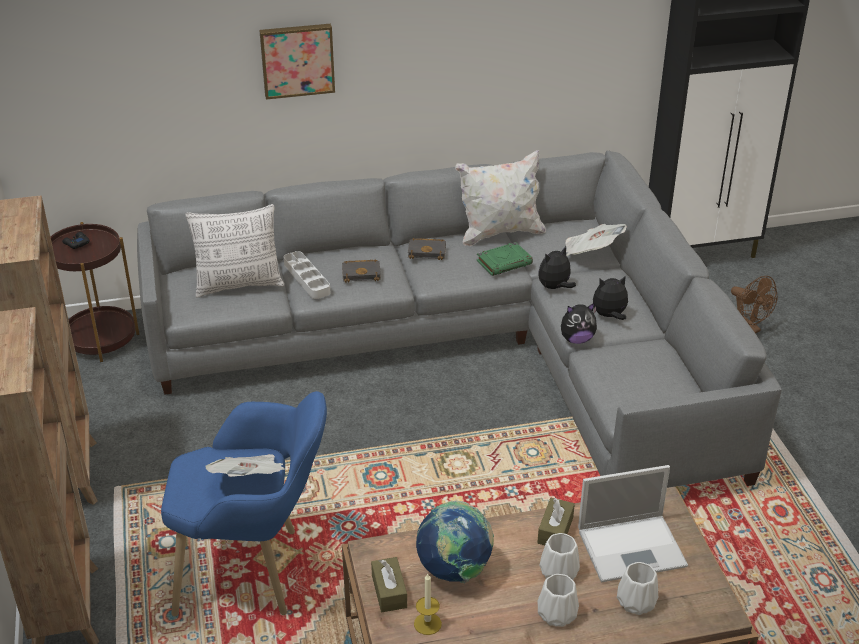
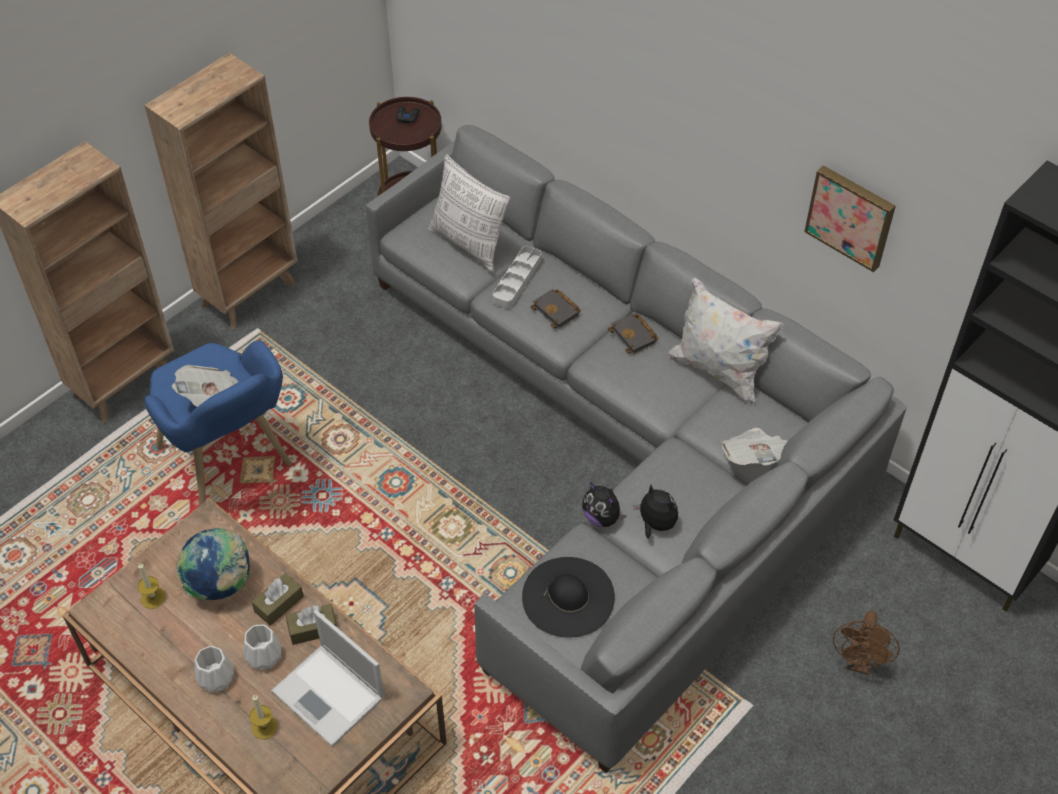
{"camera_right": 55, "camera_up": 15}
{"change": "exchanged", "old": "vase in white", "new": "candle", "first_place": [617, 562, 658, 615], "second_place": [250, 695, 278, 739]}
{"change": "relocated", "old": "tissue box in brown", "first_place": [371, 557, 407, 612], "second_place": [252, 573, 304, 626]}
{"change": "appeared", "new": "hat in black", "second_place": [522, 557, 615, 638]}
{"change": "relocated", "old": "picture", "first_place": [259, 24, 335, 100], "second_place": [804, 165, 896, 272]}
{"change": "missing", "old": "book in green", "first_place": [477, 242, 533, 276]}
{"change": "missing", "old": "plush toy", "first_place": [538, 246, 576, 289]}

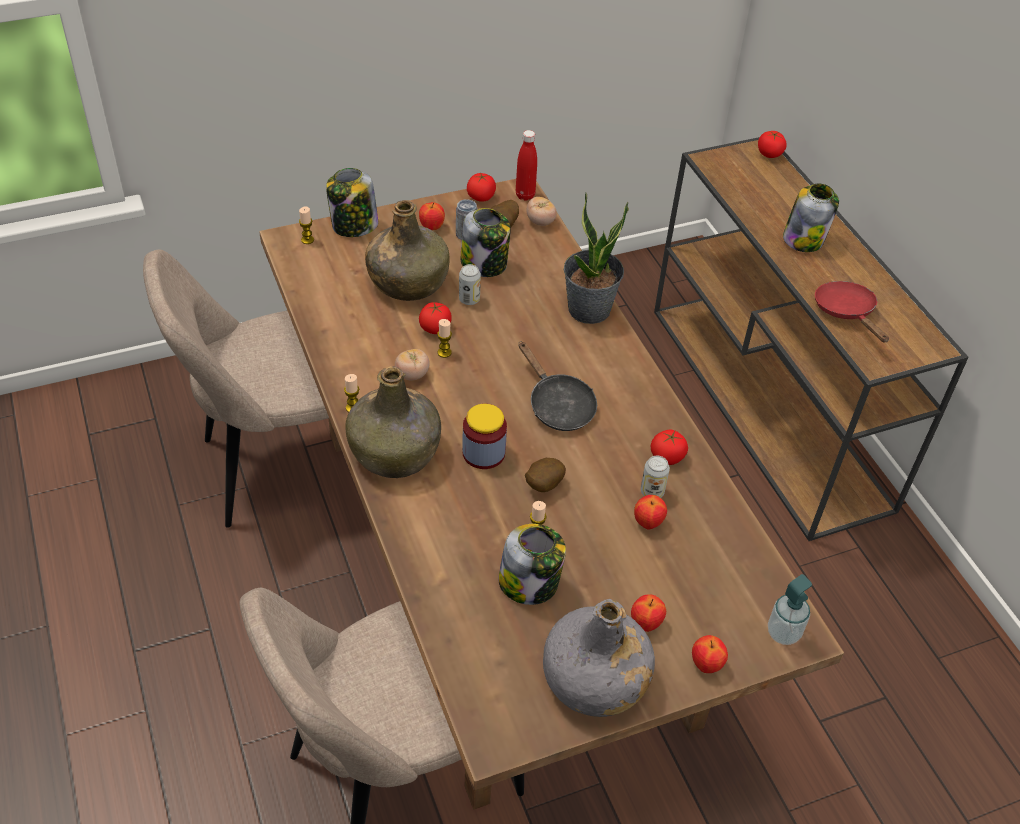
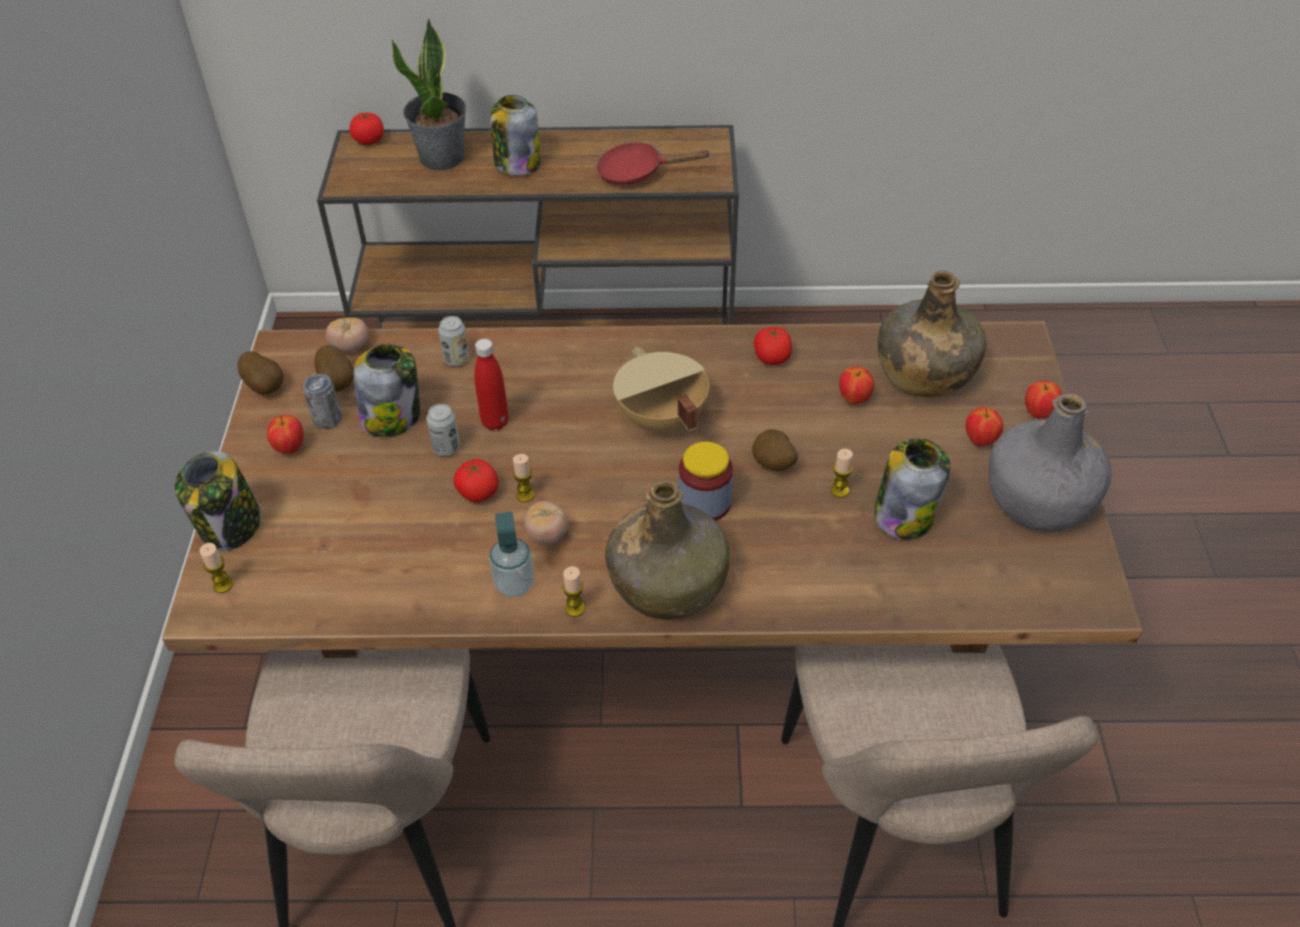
{"camera_right": -65, "camera_up": 0}
{"change": "exchanged", "old": "tomato", "new": "potato", "first_place": [467, 172, 496, 202], "second_place": [237, 351, 284, 395]}
{"change": "relocated", "old": "potted plant", "first_place": [564, 193, 629, 324], "second_place": [391, 19, 467, 170]}
{"change": "relocated", "old": "can", "first_place": [641, 456, 670, 498], "second_place": [438, 316, 470, 366]}
{"change": "relocated", "old": "bottle in red", "first_place": [516, 130, 537, 201], "second_place": [474, 339, 509, 430]}
{"change": "relocated", "old": "soap dispenser", "first_place": [768, 574, 812, 645], "second_place": [489, 512, 534, 597]}
{"change": "exchanged", "old": "frying pan in black", "new": "cooking pot in beige", "first_place": [519, 341, 597, 431], "second_place": [613, 348, 709, 433]}
{"change": "relocated", "old": "bottle in green", "first_place": [365, 200, 449, 301], "second_place": [878, 271, 986, 398]}

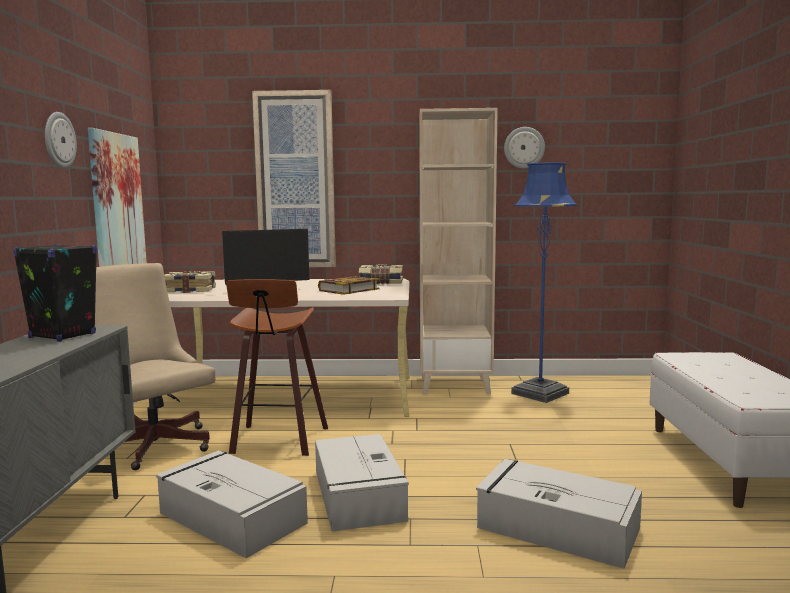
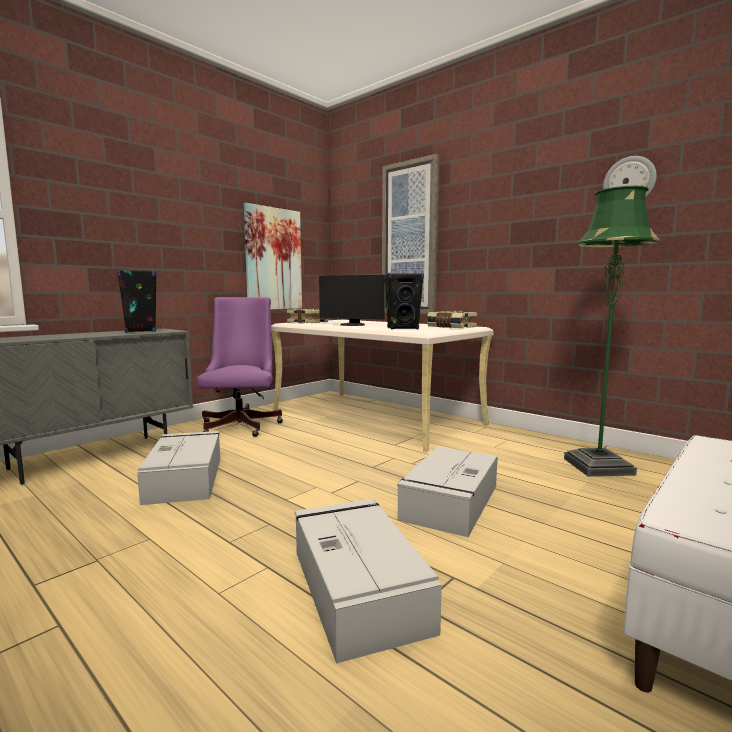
{"camera_right": 40, "camera_up": 0}
{"change": "colour", "old": "office chair in beige", "new": "office chair in purple", "first_place": [95, 263, 215, 470], "second_place": [197, 297, 283, 437]}
{"change": "exchanged", "old": "book", "new": "speaker in black", "first_place": [318, 276, 379, 295], "second_place": [384, 273, 424, 330]}
{"change": "relocated", "old": "storage box in grey", "first_place": [315, 434, 409, 532], "second_place": [397, 447, 497, 537]}
{"change": "colour", "old": "floor lamp in blue", "new": "floor lamp in green", "first_place": [511, 162, 577, 403], "second_place": [564, 186, 660, 477]}
{"change": "missing", "old": "wall clock", "first_place": [45, 112, 77, 169]}
{"change": "missing", "old": "stool", "first_place": [226, 279, 328, 456]}
{"change": "missing", "old": "bookcase in beige", "first_place": [419, 108, 498, 394]}

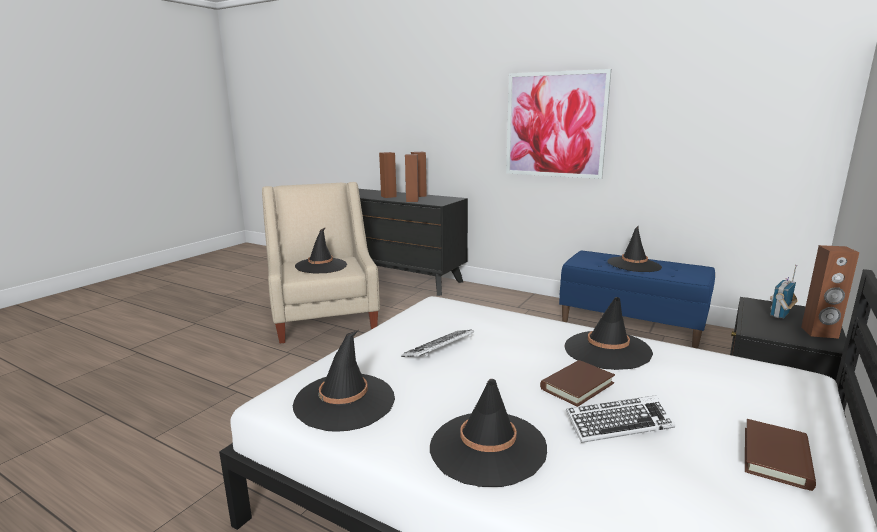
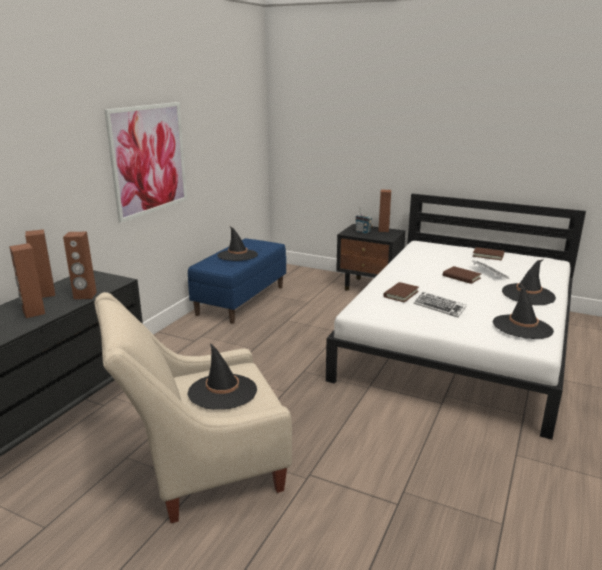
{"camera_right": -95, "camera_up": 5}
{"change": "appeared", "new": "book in brown", "second_place": [383, 282, 419, 302]}
{"change": "missing", "old": "hat in black", "first_place": [565, 297, 653, 370]}

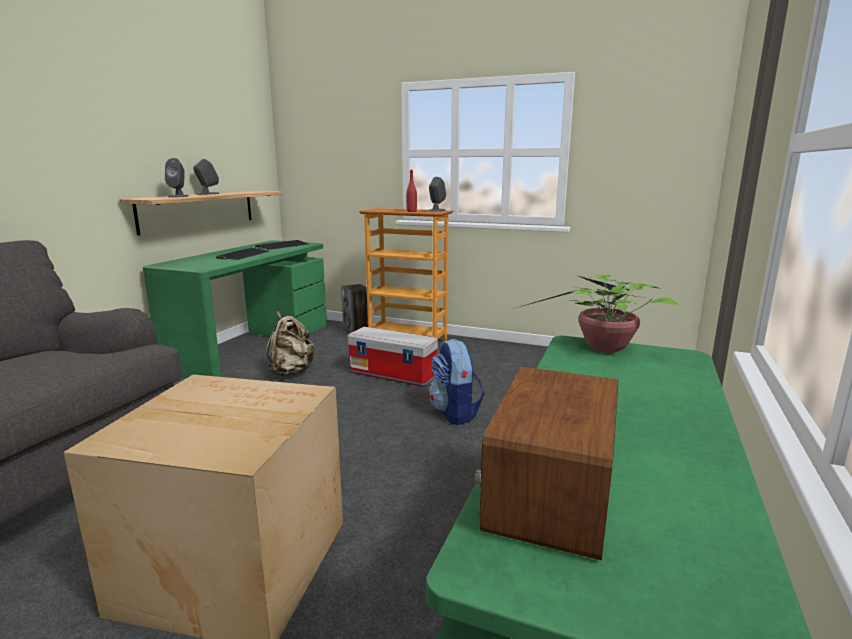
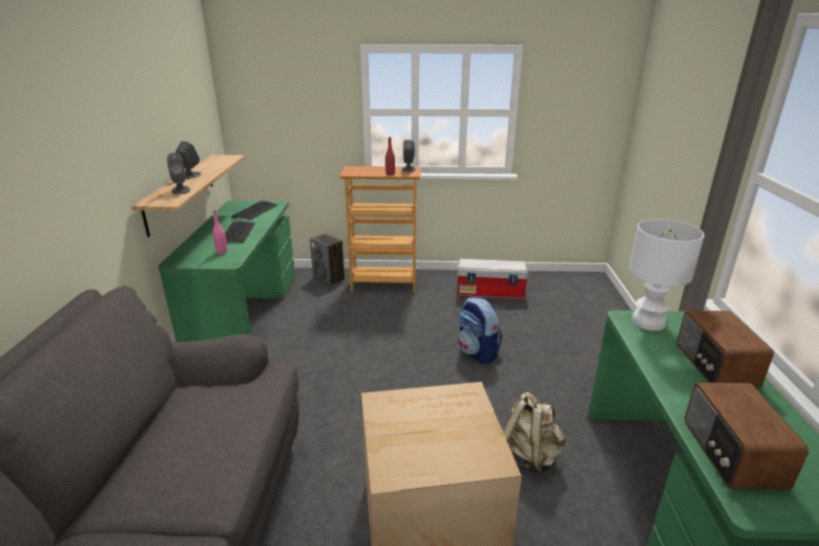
{"camera_right": -20, "camera_up": 10}
{"change": "appeared", "new": "bottle in pink", "second_place": [213, 211, 227, 254]}
{"change": "relocated", "old": "storage box", "first_place": [348, 327, 438, 387], "second_place": [457, 259, 528, 300]}
{"change": "relocated", "old": "backpack in beige", "first_place": [266, 311, 316, 376], "second_place": [503, 392, 566, 476]}
{"change": "exchanged", "old": "potted plant", "new": "table lamp in white", "first_place": [513, 275, 679, 353], "second_place": [629, 219, 704, 331]}
{"change": "appeared", "new": "radio", "second_place": [677, 311, 774, 387]}

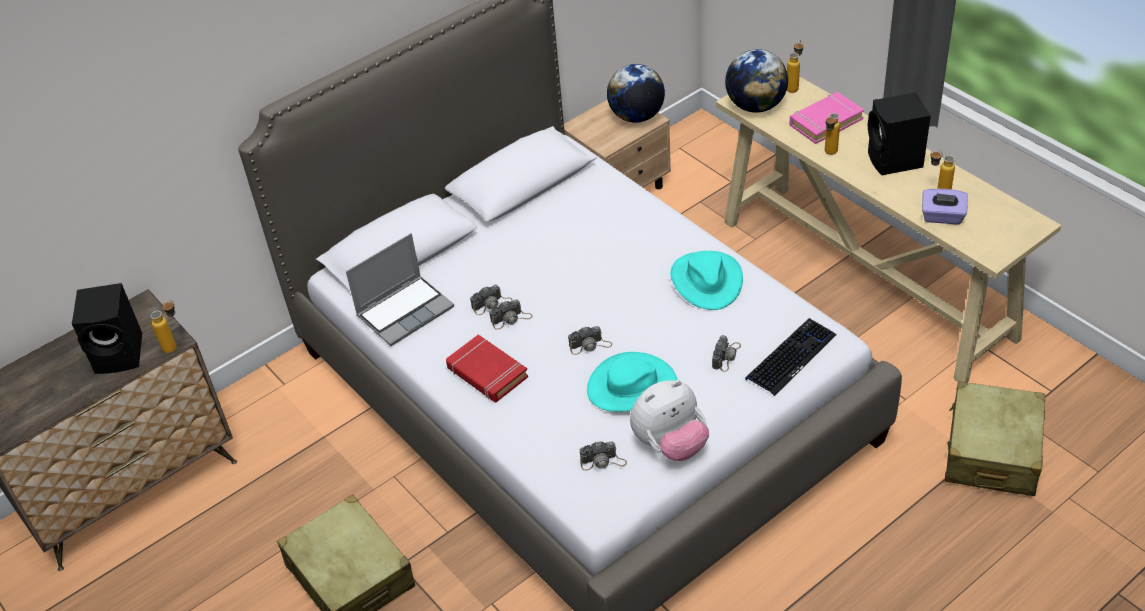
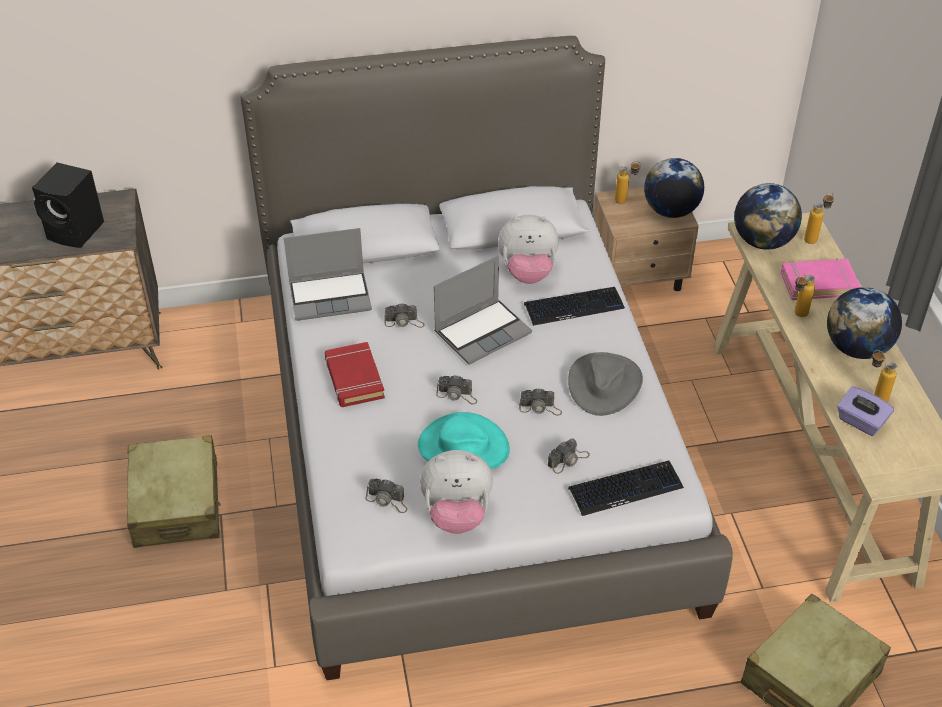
{"camera_right": 25, "camera_up": 0}
{"change": "appeared", "new": "laptop", "second_place": [434, 256, 532, 365]}
{"change": "appeared", "new": "plush toy", "second_place": [498, 215, 559, 284]}
{"change": "relocated", "old": "photo camera", "first_place": [489, 299, 533, 330], "second_place": [519, 388, 562, 416]}
{"change": "appeared", "new": "keyboard", "second_place": [524, 287, 625, 326]}
{"change": "colour", "old": "hat in turquoise", "new": "hat in grey", "first_place": [670, 251, 743, 310], "second_place": [568, 352, 643, 416]}
{"change": "relocated", "old": "bottle", "first_place": [150, 300, 177, 353], "second_place": [615, 161, 641, 204]}
{"change": "exchanged", "old": "speaker in black", "new": "globe", "first_place": [868, 93, 931, 175], "second_place": [827, 287, 902, 359]}

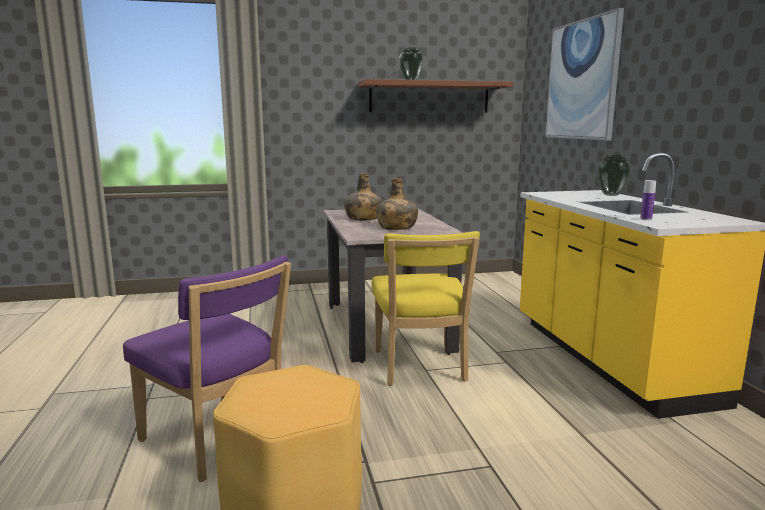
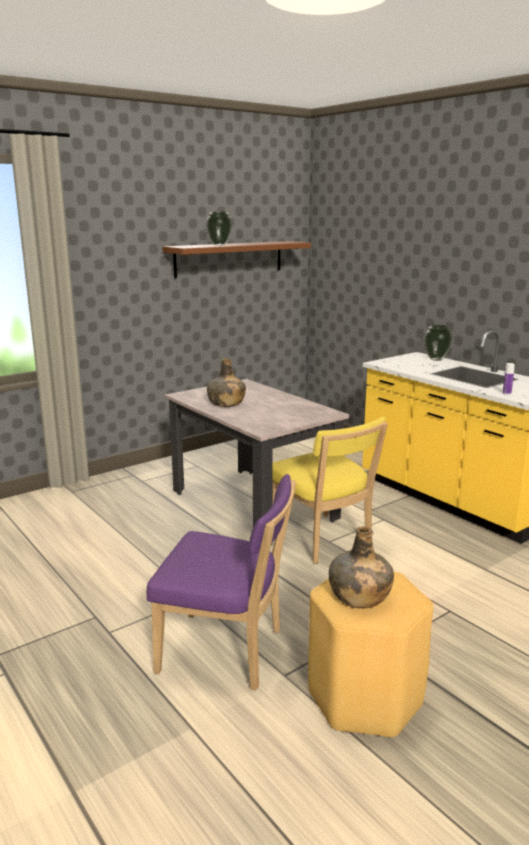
{"camera_right": -25, "camera_up": 5}
{"change": "relocated", "old": "bottle in green", "first_place": [376, 178, 418, 230], "second_place": [329, 526, 394, 608]}
{"change": "missing", "old": "picture", "first_place": [545, 8, 624, 141]}

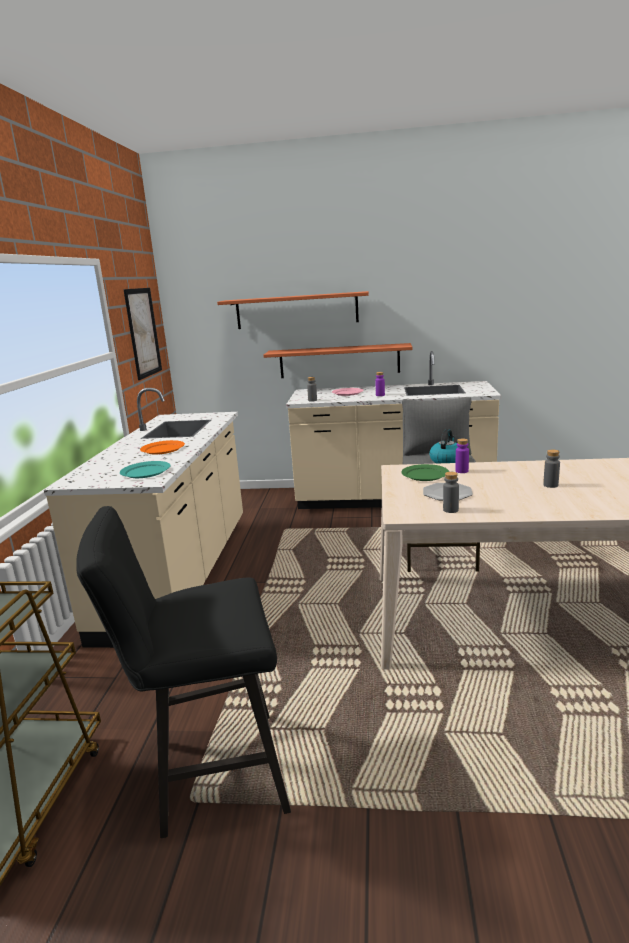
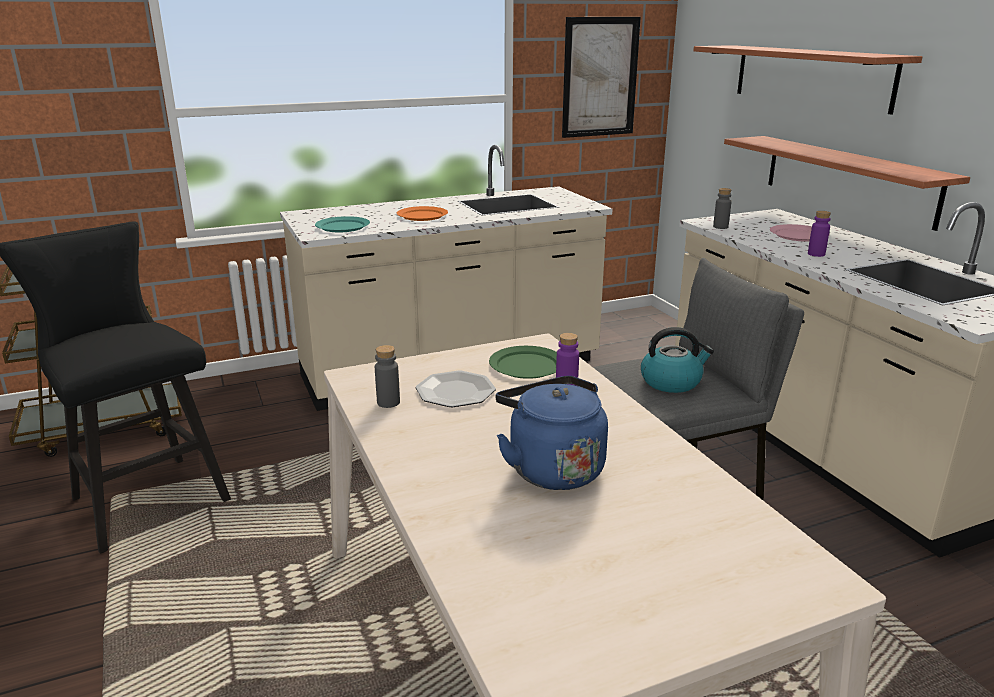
{"camera_right": 60, "camera_up": 5}
{"change": "exchanged", "old": "bottle in grey", "new": "kettle in blue", "first_place": [543, 450, 560, 488], "second_place": [496, 376, 608, 490]}

